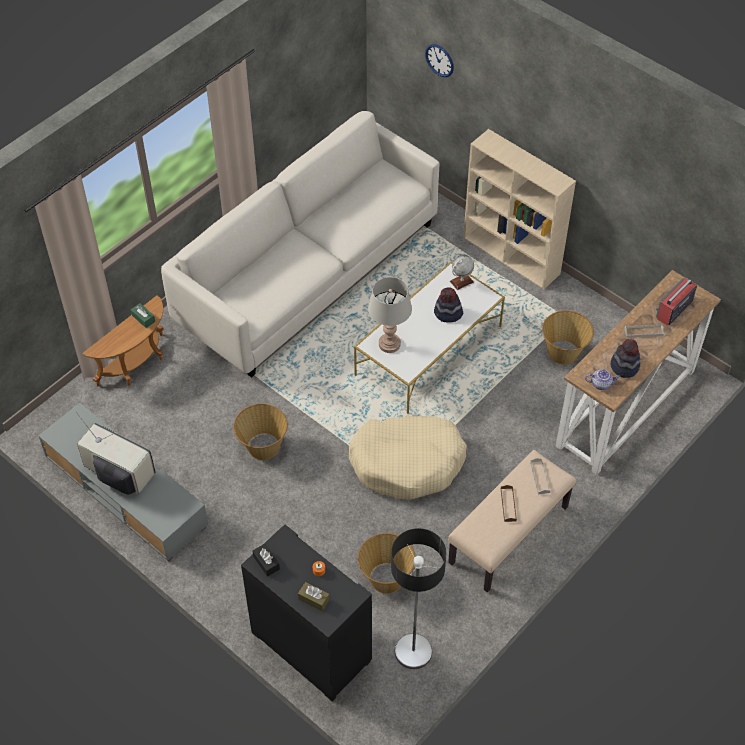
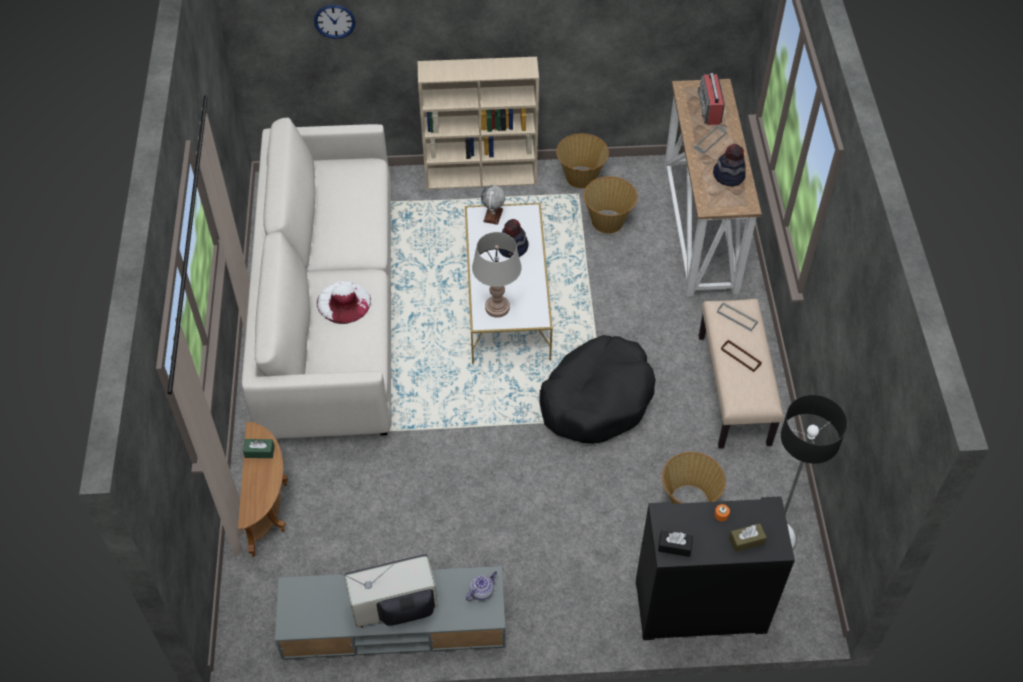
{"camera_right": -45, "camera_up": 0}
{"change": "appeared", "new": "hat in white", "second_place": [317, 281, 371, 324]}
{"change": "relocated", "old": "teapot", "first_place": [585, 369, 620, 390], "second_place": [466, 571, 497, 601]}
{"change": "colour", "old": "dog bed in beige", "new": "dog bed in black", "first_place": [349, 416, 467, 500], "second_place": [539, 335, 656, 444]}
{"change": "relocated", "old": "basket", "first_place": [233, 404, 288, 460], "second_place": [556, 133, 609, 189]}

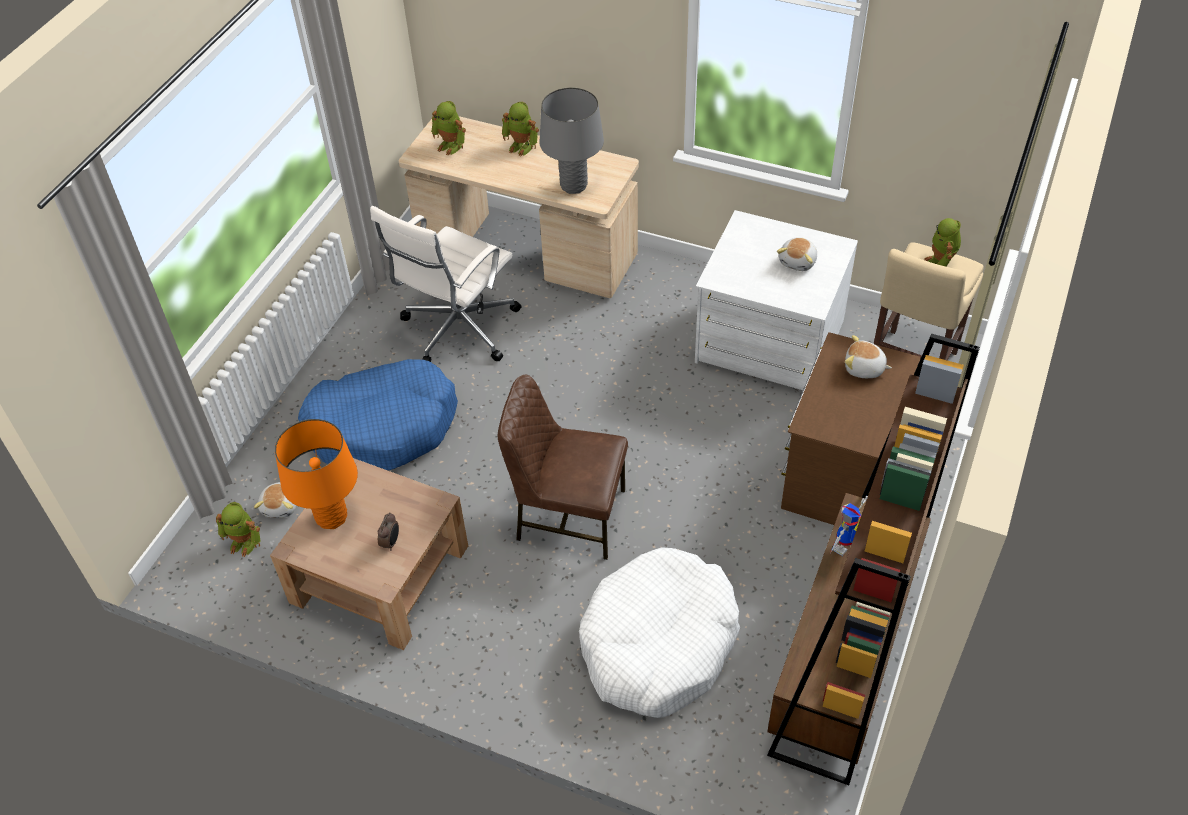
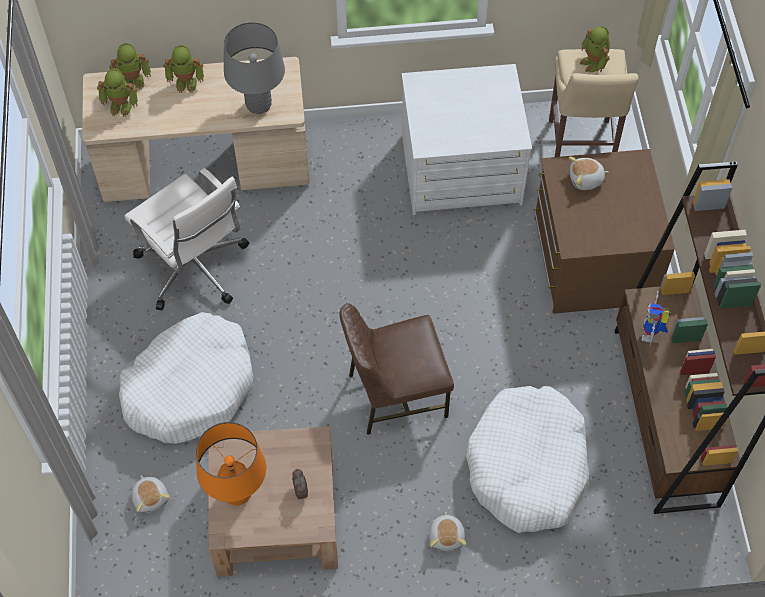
{"camera_right": -30, "camera_up": 10}
{"change": "relocated", "old": "toy robot", "first_place": [216, 502, 261, 557], "second_place": [109, 43, 151, 90]}
{"change": "colour", "old": "dog bed in blue", "new": "dog bed in white", "first_place": [298, 359, 458, 471], "second_place": [119, 312, 254, 444]}
{"change": "spun", "old": "office chair in white", "first_place": [370, 206, 522, 362], "second_place": [124, 168, 249, 311], "degrees": -45}
{"change": "relocated", "old": "plush toy", "first_place": [777, 238, 817, 271], "second_place": [429, 511, 466, 551]}

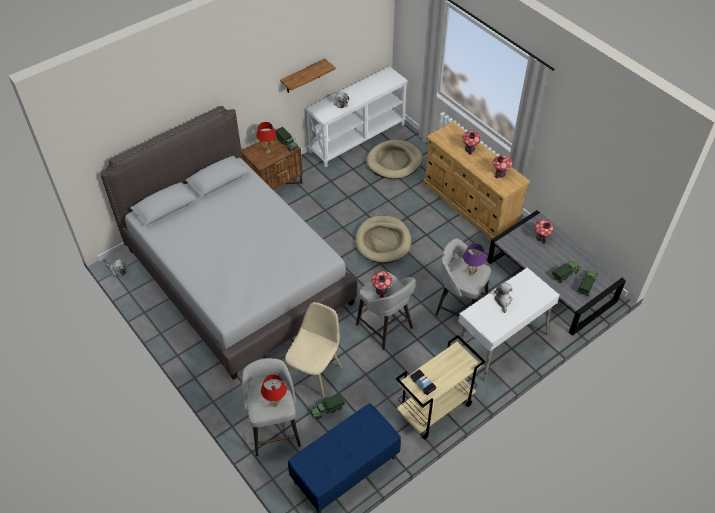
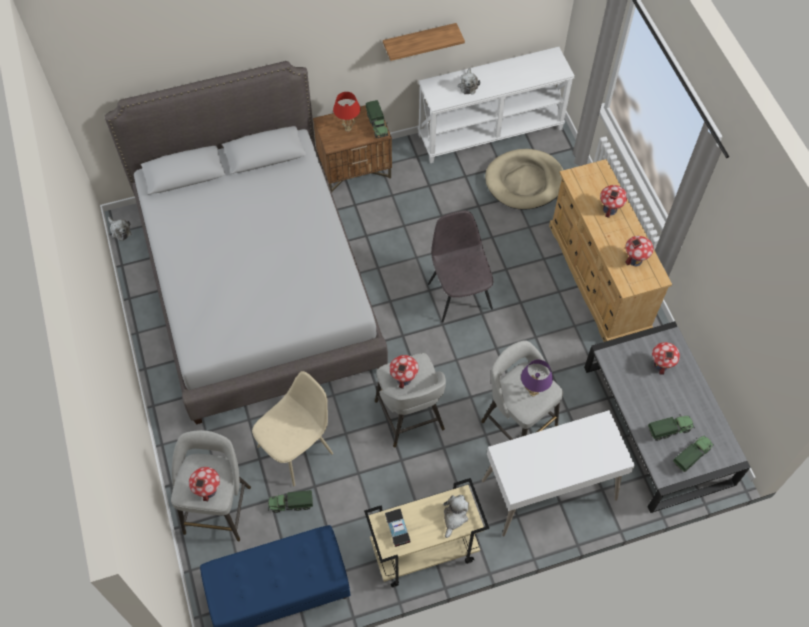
{"camera_right": 20, "camera_up": 10}
{"change": "exchanged", "old": "table lamp in red", "new": "toy house", "first_place": [261, 374, 287, 407], "second_place": [189, 467, 220, 501]}
{"change": "exchanged", "old": "dog bed in beige", "new": "chair in grey", "first_place": [355, 216, 411, 263], "second_place": [428, 210, 493, 323]}
{"change": "relocated", "old": "plush toy", "first_place": [494, 282, 513, 313], "second_place": [443, 495, 469, 538]}

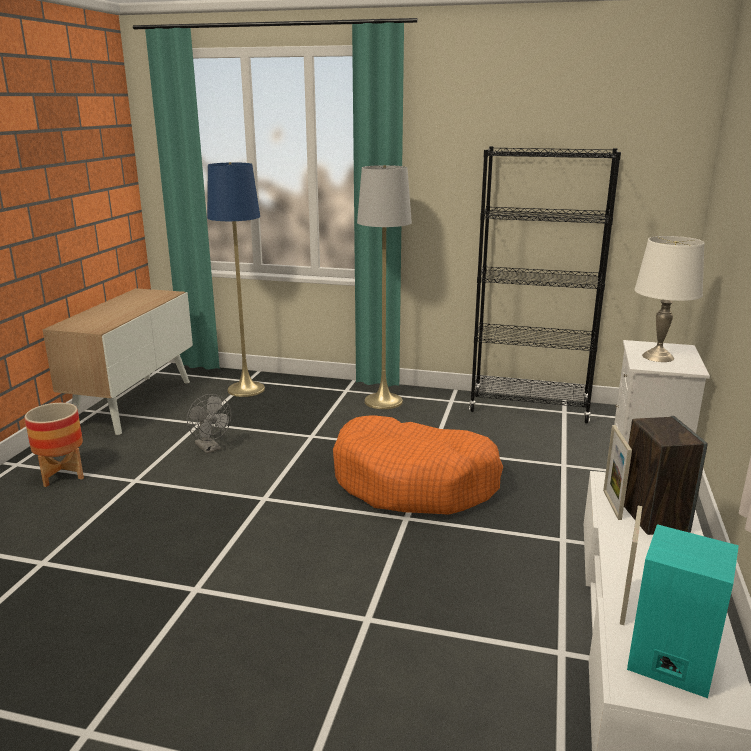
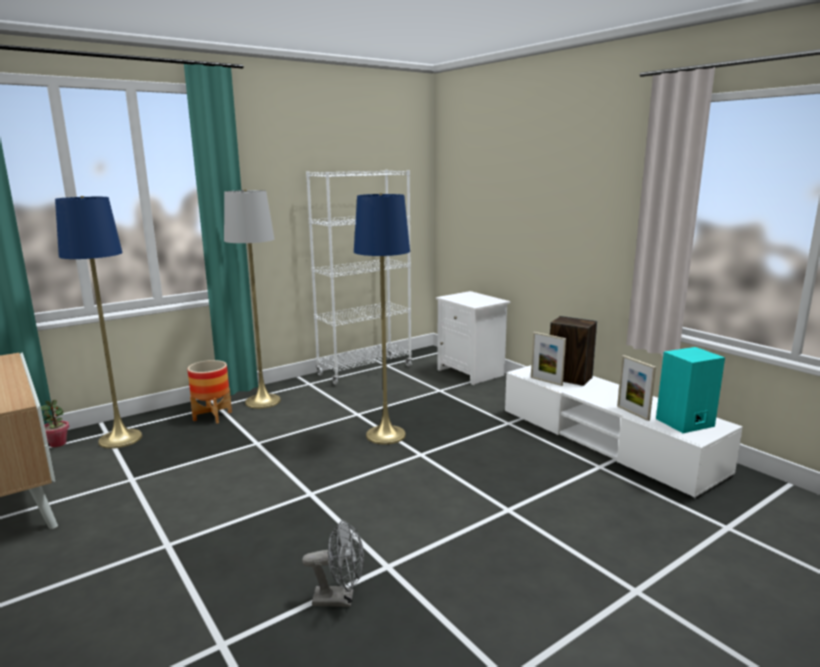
{"camera_right": -50, "camera_up": -5}
{"change": "appeared", "new": "potted plant", "second_place": [41, 400, 69, 447]}
{"change": "relocated", "old": "planter", "first_place": [24, 403, 84, 487], "second_place": [187, 360, 232, 423]}
{"change": "relocated", "old": "fan in grey", "first_place": [187, 394, 231, 454], "second_place": [302, 520, 364, 607]}
{"change": "colour", "old": "bookcase in black", "new": "bookcase in white", "first_place": [469, 146, 621, 424], "second_place": [306, 170, 412, 385]}
{"change": "exchanged", "old": "dog bed in orange", "new": "floor lamp in blue", "first_place": [333, 415, 503, 515], "second_place": [354, 193, 410, 445]}
{"change": "missing", "old": "table lamp in white", "first_place": [634, 236, 705, 362]}

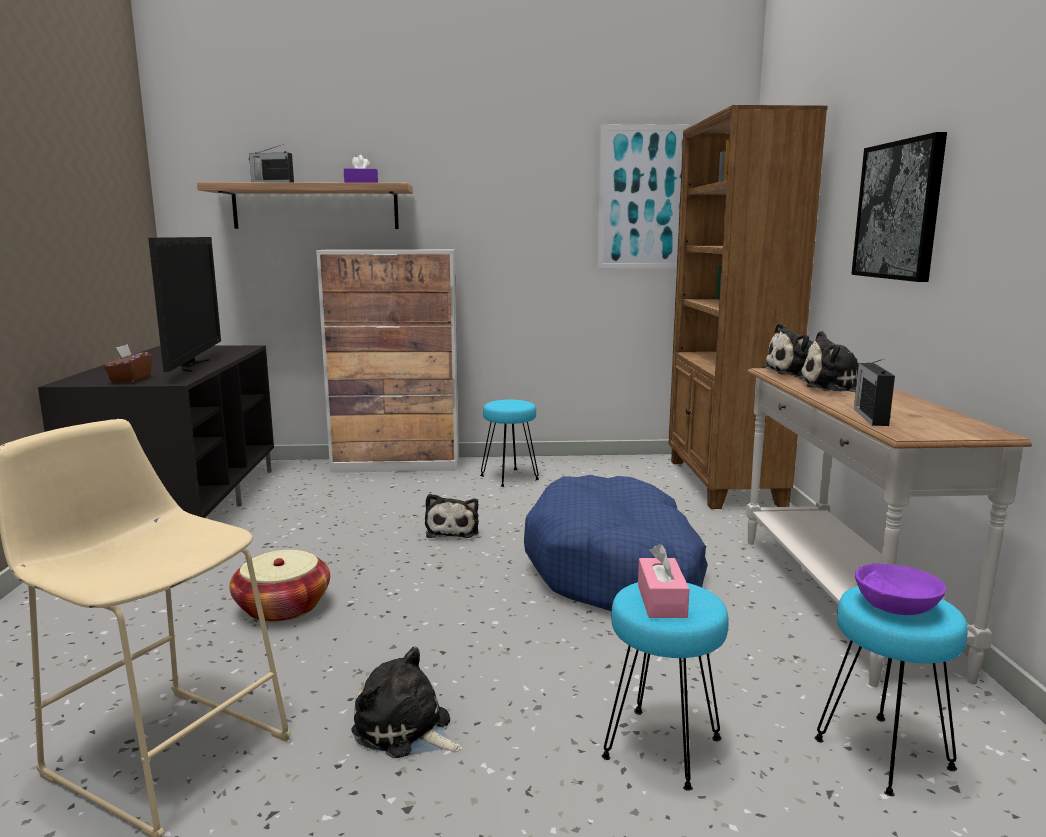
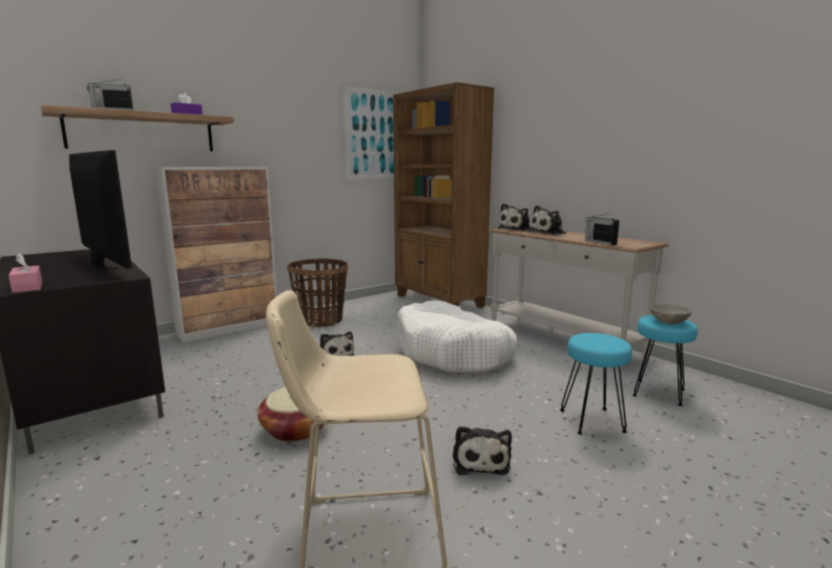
{"camera_right": -35, "camera_up": 0}
{"change": "relocated", "old": "tissue box in pink", "first_place": [638, 544, 690, 618], "second_place": [9, 253, 42, 293]}
{"change": "exchanged", "old": "stool in turquoise", "new": "basket", "first_place": [480, 400, 539, 487], "second_place": [287, 258, 348, 327]}
{"change": "colour", "old": "dog bed in blue", "new": "dog bed in white", "first_place": [524, 475, 708, 611], "second_place": [397, 300, 517, 373]}
{"change": "spun", "old": "plush toy", "first_place": [351, 647, 462, 758], "second_place": [453, 426, 512, 475], "degrees": -90}
{"change": "colour", "old": "bowl in purple", "new": "bowl in grey", "first_place": [855, 564, 946, 615], "second_place": [649, 304, 692, 324]}
{"change": "missing", "old": "tissue box in brown", "first_place": [104, 344, 152, 383]}
{"change": "missing", "old": "picture", "first_place": [851, 132, 947, 282]}

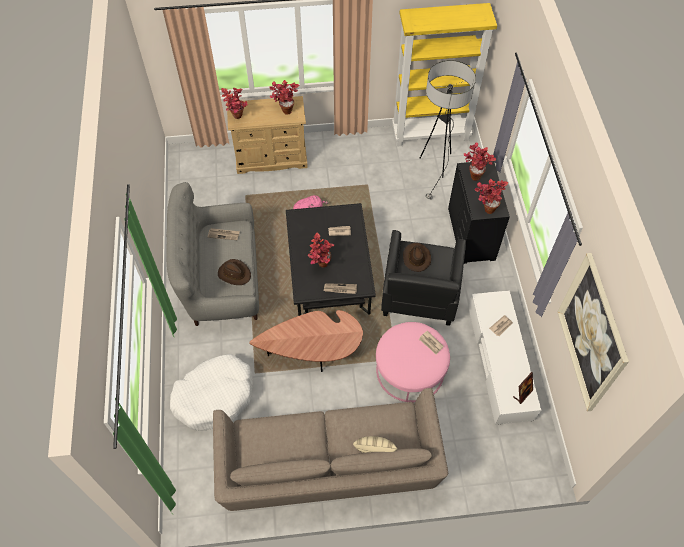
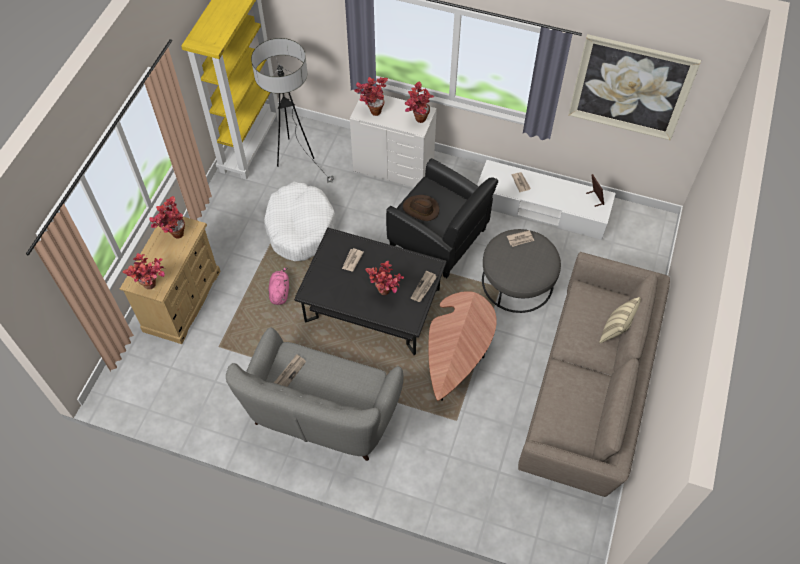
{"camera_right": -65, "camera_up": 0}
{"change": "relocated", "old": "dog bed in white", "first_place": [170, 354, 253, 431], "second_place": [264, 182, 335, 261]}
{"change": "colour", "old": "dresser in black", "new": "dresser in white", "first_place": [448, 161, 510, 264], "second_place": [350, 94, 437, 187]}
{"change": "colour", "old": "ottoman in pink", "new": "ottoman in grey", "first_place": [376, 322, 450, 402], "second_place": [482, 229, 561, 313]}
{"change": "missing", "old": "hat in brown", "first_place": [218, 259, 251, 285]}

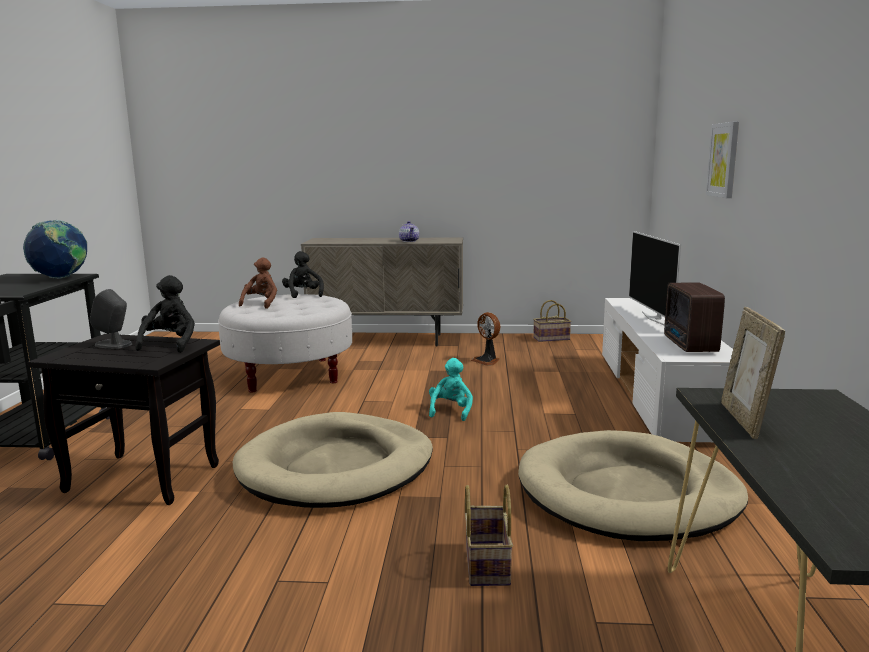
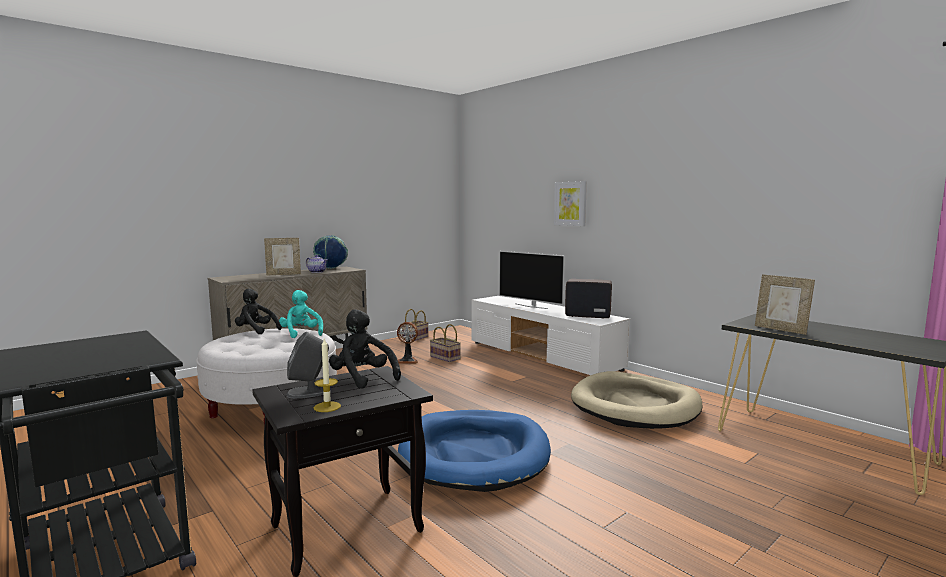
{"camera_right": -45, "camera_up": -5}
{"change": "appeared", "new": "picture frame", "second_place": [264, 238, 301, 275]}
{"change": "relocated", "old": "plush toy in turquoise", "first_place": [429, 358, 473, 421], "second_place": [279, 290, 323, 338]}
{"change": "relocated", "old": "globe", "first_place": [23, 220, 87, 279], "second_place": [313, 235, 348, 269]}
{"change": "appeared", "new": "candle", "second_place": [314, 337, 341, 412]}
{"change": "colour", "old": "dog bed in beige", "new": "dog bed in blue", "first_place": [233, 412, 433, 508], "second_place": [398, 410, 551, 492]}
{"change": "relocated", "old": "basket", "first_place": [465, 484, 513, 586], "second_place": [430, 324, 461, 362]}
{"change": "spun", "old": "radio", "first_place": [664, 282, 725, 352], "second_place": [565, 279, 612, 319], "degrees": 150}
{"change": "missing", "old": "plush toy in brown", "first_place": [239, 257, 277, 309]}

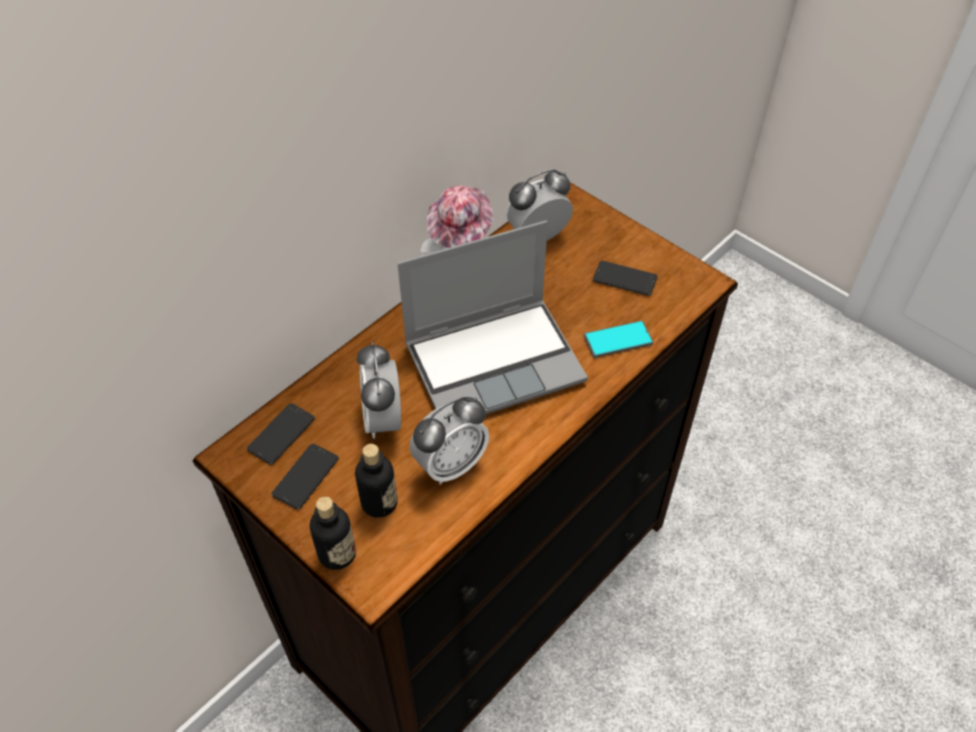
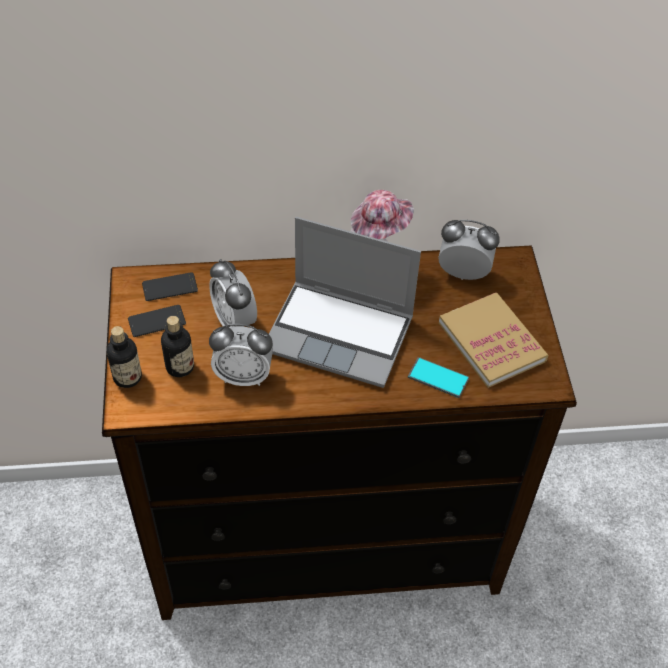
{"camera_right": 40, "camera_up": 0}
{"change": "spun", "old": "alarm clock", "first_place": [357, 342, 401, 439], "second_place": [209, 259, 257, 328], "degrees": -60}
{"change": "exchanged", "old": "phone", "new": "book", "first_place": [593, 261, 658, 296], "second_place": [439, 293, 549, 388]}

